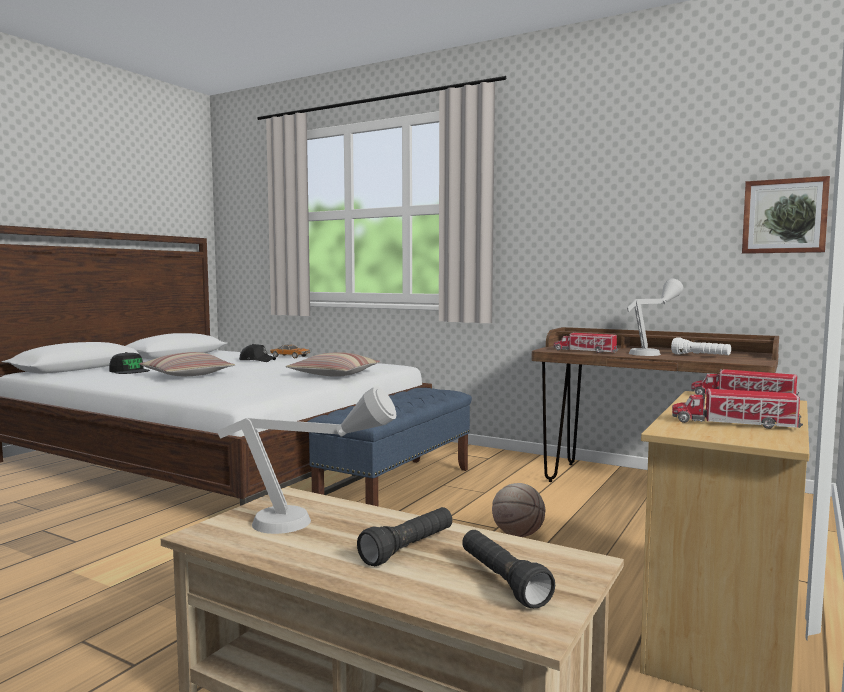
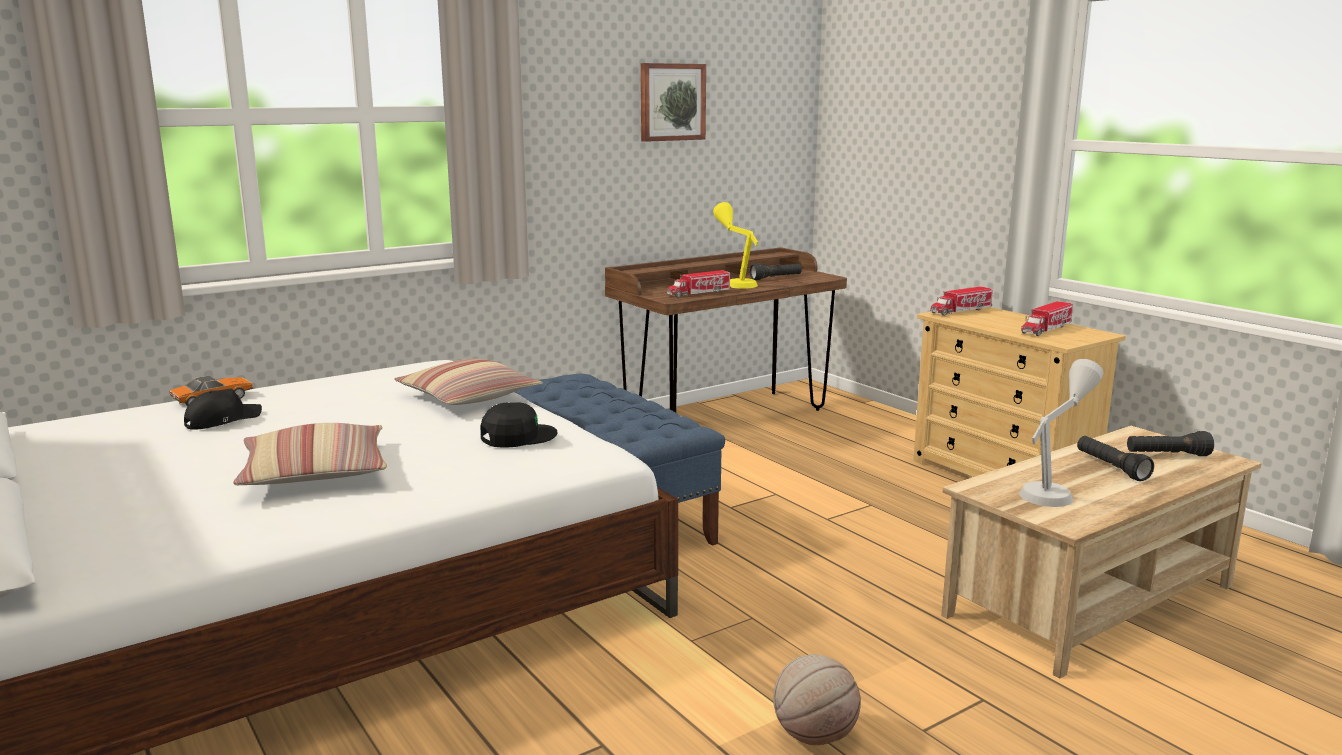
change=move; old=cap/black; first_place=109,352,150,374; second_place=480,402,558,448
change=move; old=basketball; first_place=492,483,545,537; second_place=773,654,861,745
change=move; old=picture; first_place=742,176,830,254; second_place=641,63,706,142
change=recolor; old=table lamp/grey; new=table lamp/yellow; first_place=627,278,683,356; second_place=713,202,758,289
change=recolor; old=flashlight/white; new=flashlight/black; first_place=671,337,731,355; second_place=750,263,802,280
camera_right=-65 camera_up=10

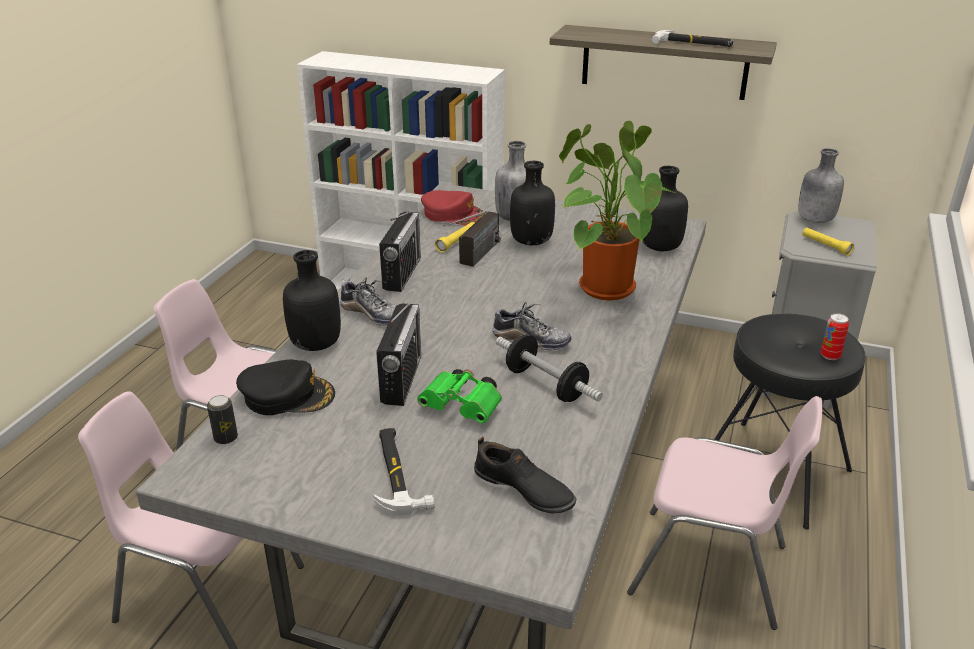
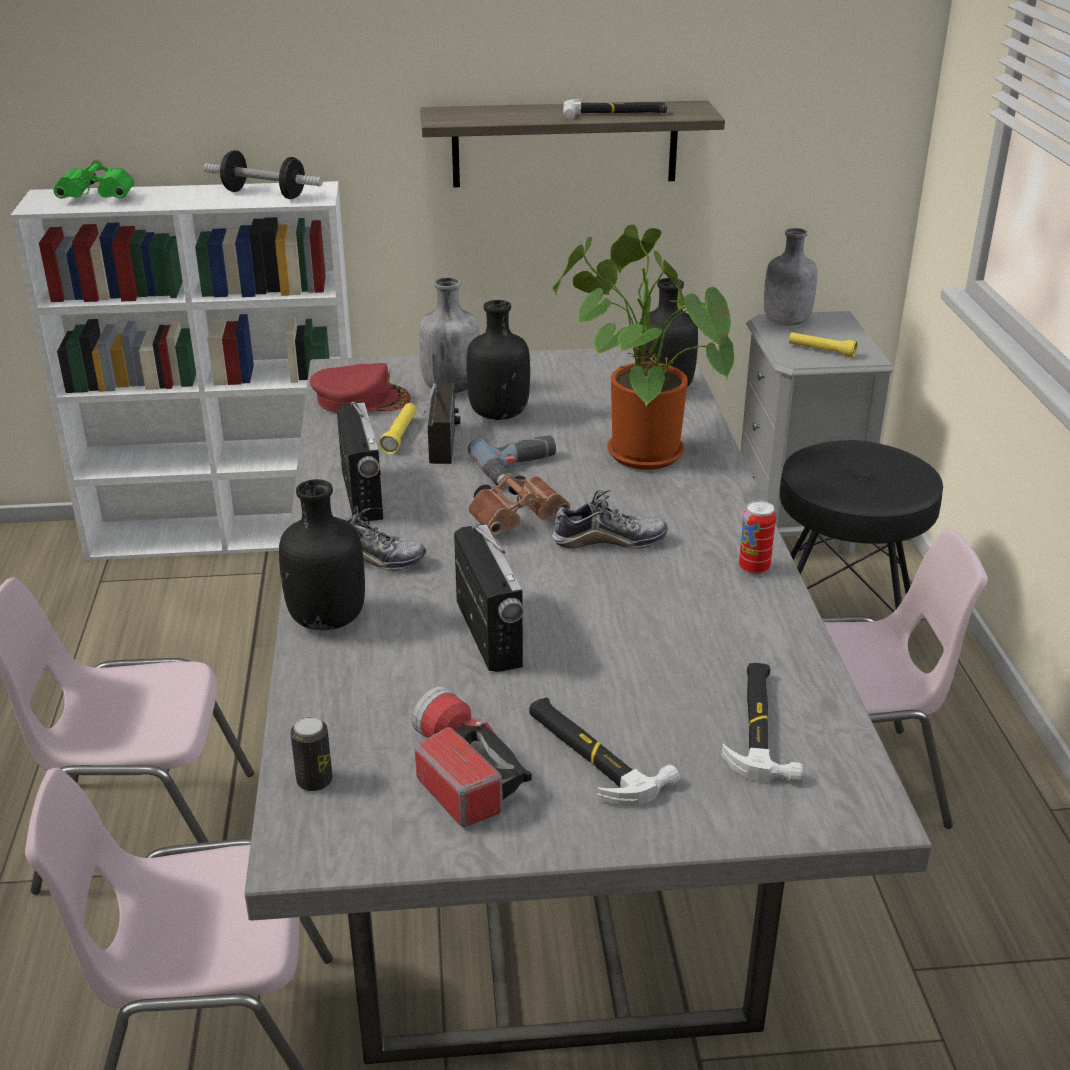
change=delete; old=cap/black; first_place=236,360,335,415
change=insert; new=flashlight; second_place=412,687,532,827
change=insert; new=power drill; second_place=468,435,556,486
change=insert; new=binoculars/brown; second_place=468,473,570,536
change=move; old=binoculars/green; first_place=417,369,502,423; second_place=54,160,134,199
change=move; old=dumbbell; first_place=496,334,603,402; second_place=204,150,323,199
change=move; old=can; first_place=821,313,849,360; second_place=739,501,776,575
change=replace; old=shoe/black; new=hammer; first_place=474,437,576,513; second_place=721,663,803,783
camera_right=-25 camera_up=0

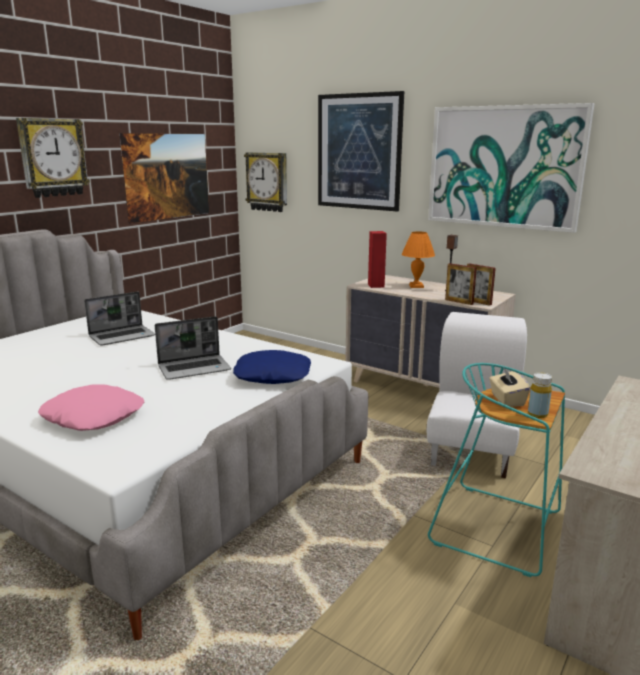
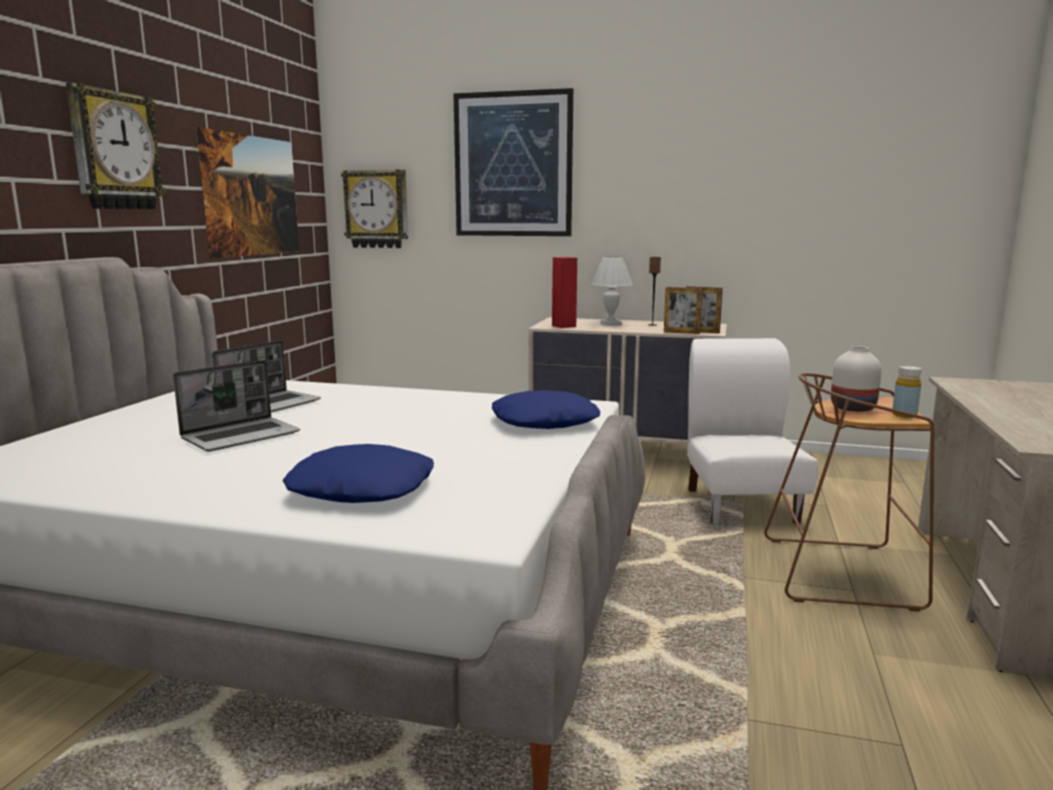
change=delete; old=picture; first_place=428,103,595,233
change=move; old=laptop; first_place=155,316,231,380; second_place=173,360,300,452
change=replace; old=tissue box/beige; new=vase/white; first_place=489,366,530,407; second_place=831,346,882,412
change=recolor; old=pillow/pink; new=pillow/blue; first_place=38,385,144,431; second_place=282,444,434,503
change=recolor; old=table lamp/orange; new=table lamp/white; first_place=402,231,435,288; second_place=592,256,633,326
change=recolor; old=stool/turquoise; new=stool/brown; first_place=428,363,565,577; second_place=764,373,935,612
camera_right=-20 camera_up=-5

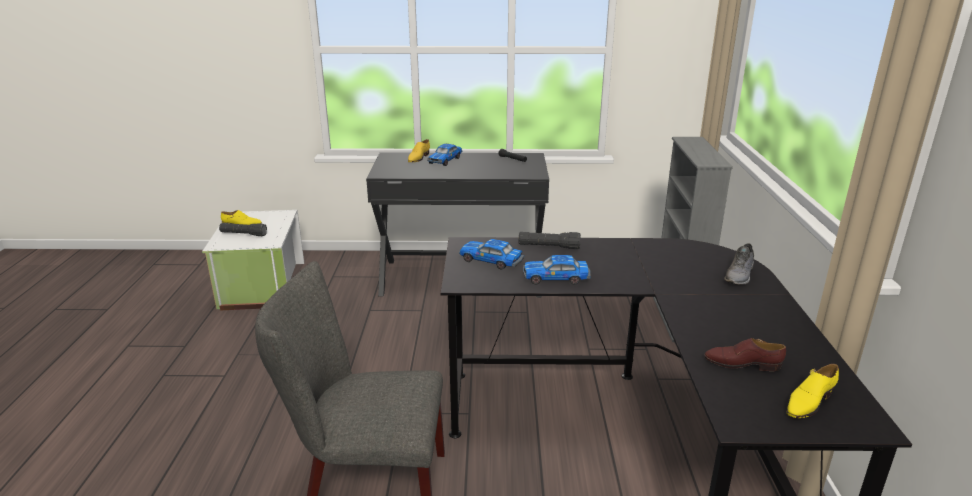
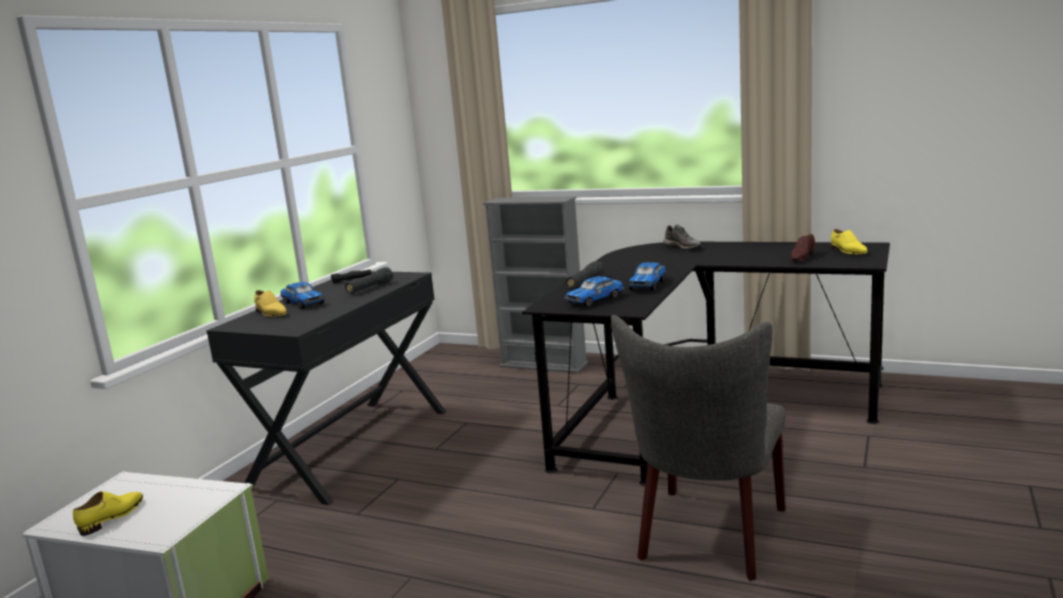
change=move; old=flashlight/black; first_place=219,223,267,236; second_place=345,267,393,294
camera_right=-65 camera_up=-10

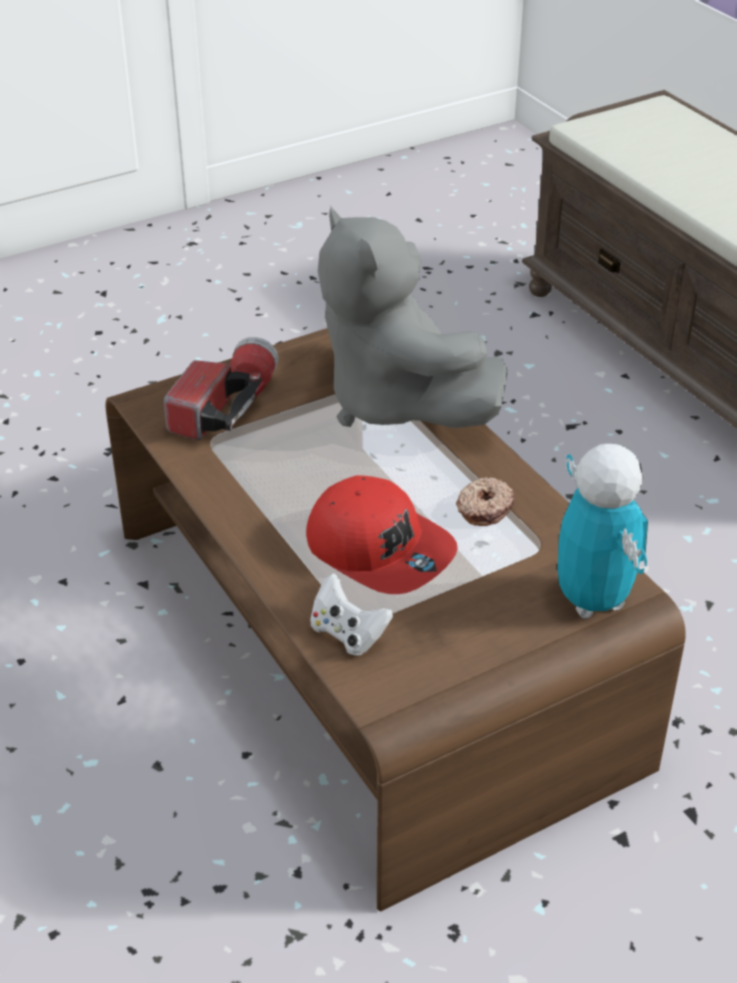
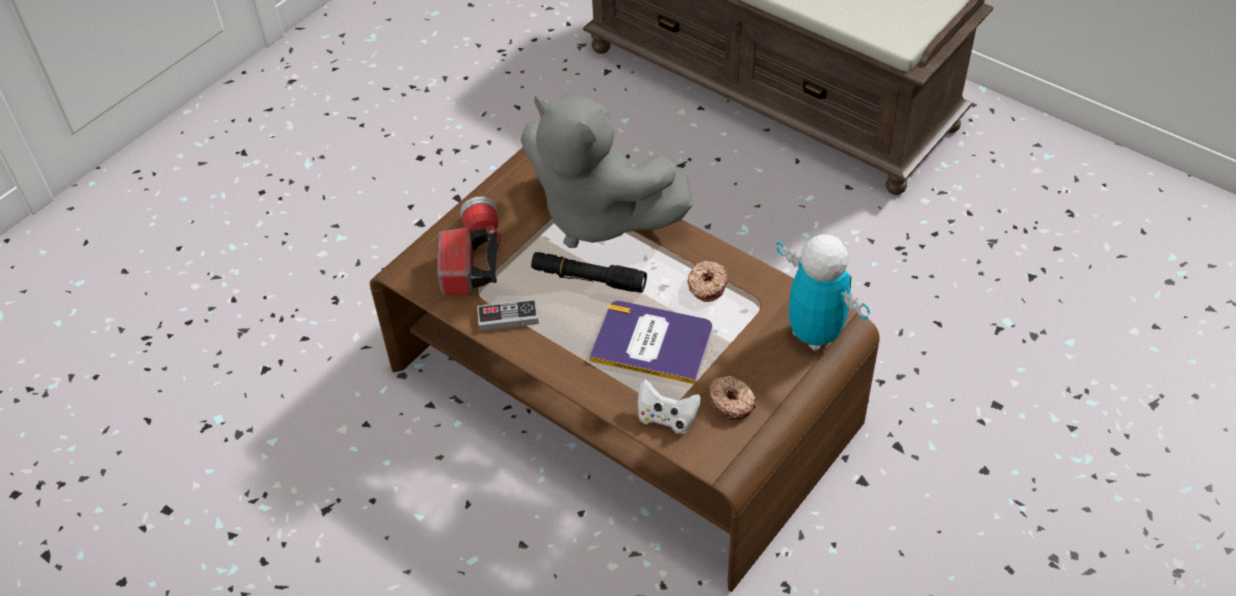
change=insert; new=game controller; second_place=477,299,539,331
change=insert; new=flashlight/black; second_place=531,252,647,293
change=insert; new=donut; second_place=709,376,756,420
change=replace; old=cap/red; new=book; first_place=306,475,458,594; second_place=589,301,712,384
camera_right=-20 camera_up=10

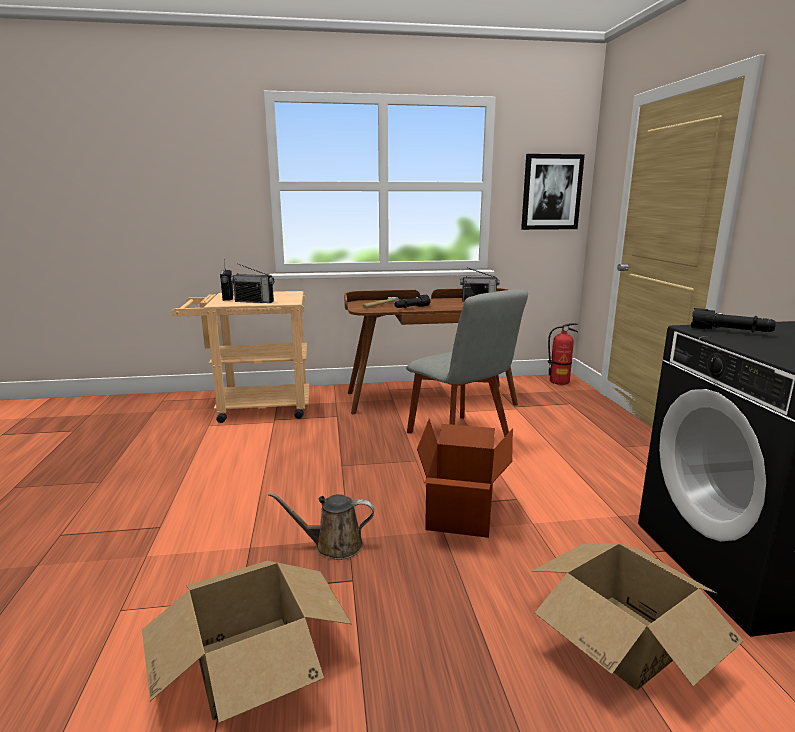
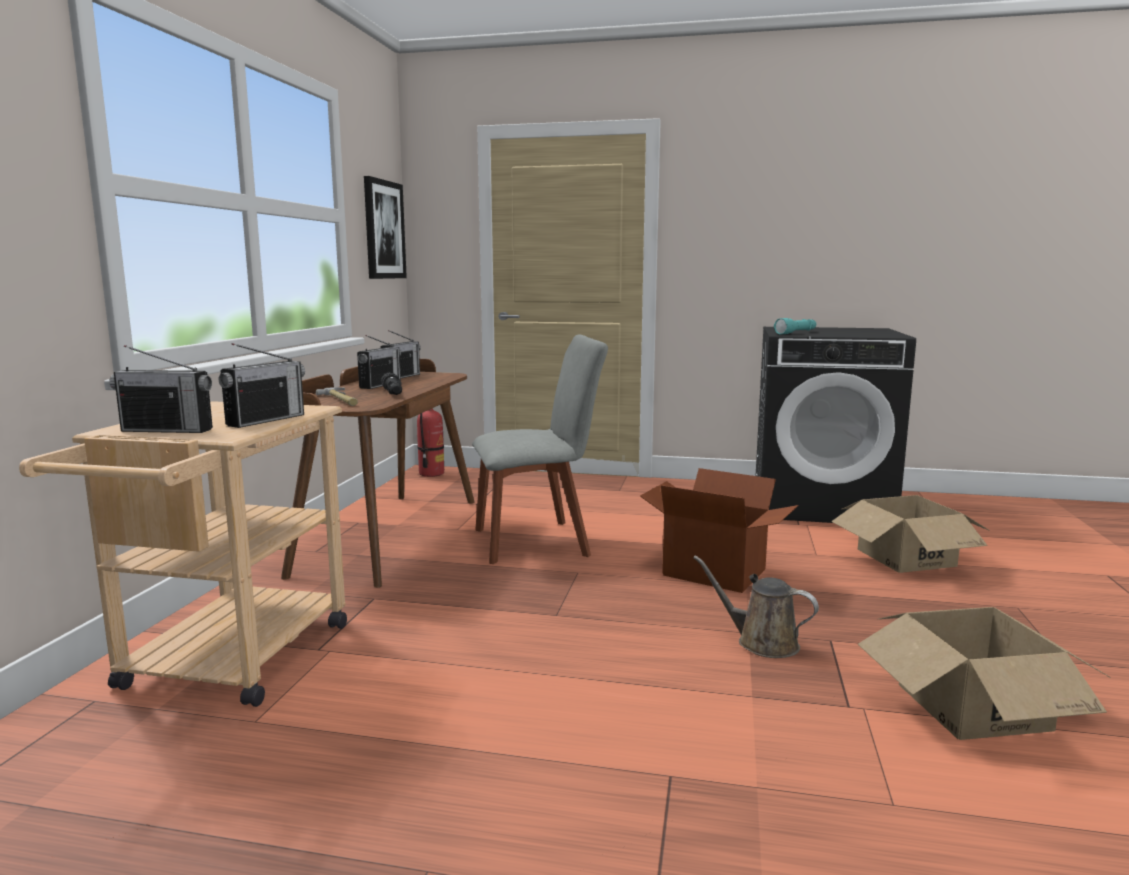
change=insert; new=radio; second_place=357,335,401,389
change=recolor; old=flashlight/black; new=flashlight/turquoise; first_place=691,308,776,332; second_place=774,318,816,335
change=rotate; old=watering can/brown; first_place=268,492,374,560; second_place=693,556,819,658; degrees=105
camera_right=-70 camera_up=-5

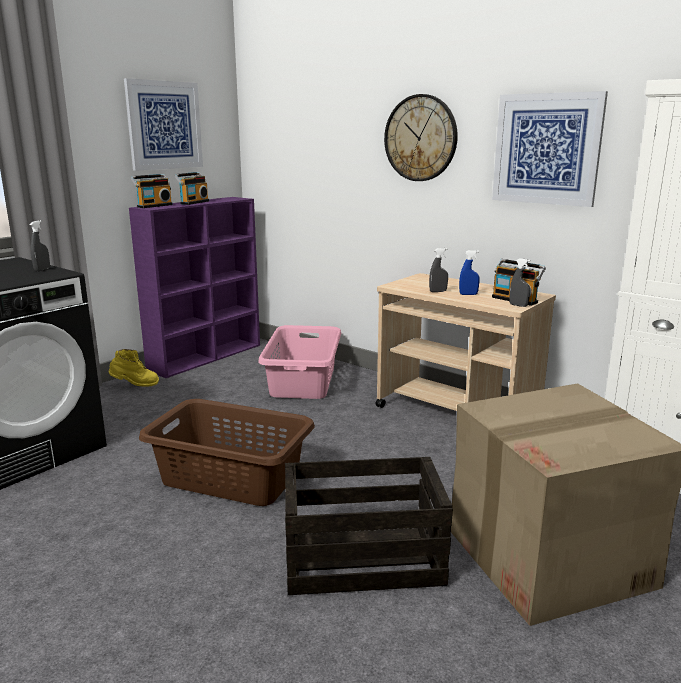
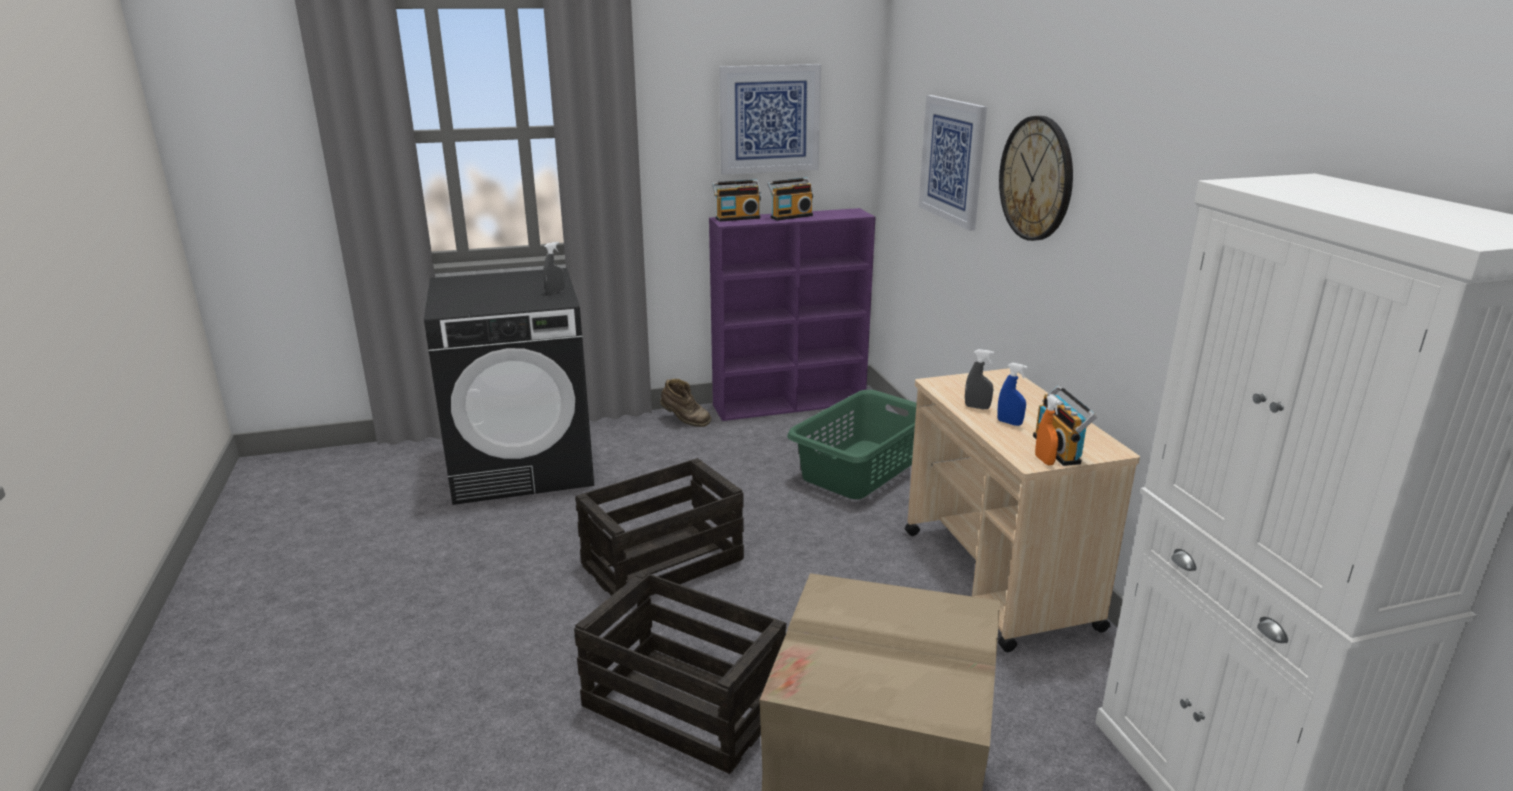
change=move; old=picture; first_place=492,91,608,207; second_place=918,95,987,231
change=replace; old=laundry basket/brown; new=crate; first_place=139,399,315,506; second_place=575,458,744,596
change=recolor; old=boot/yellow; new=boot/brown; first_place=109,349,159,387; second_place=660,379,711,427
change=recolor; old=laundry basket/pink; new=laundry basket/green; first_place=258,325,341,399; second_place=787,390,917,499
change=recolor; old=spray bottle/grey; new=spray bottle/orange; first_place=510,258,531,307; second_place=1035,395,1061,465
camera_right=35 camera_up=5

